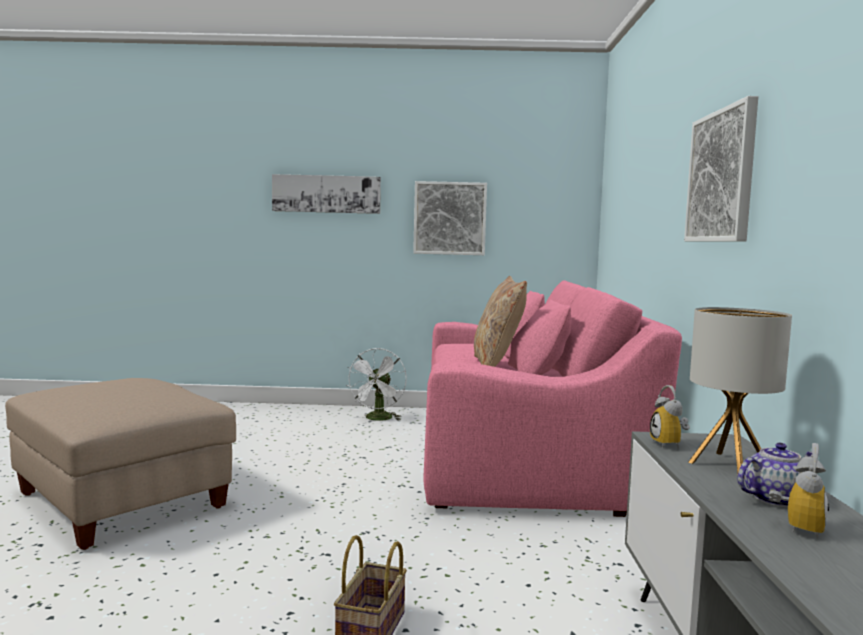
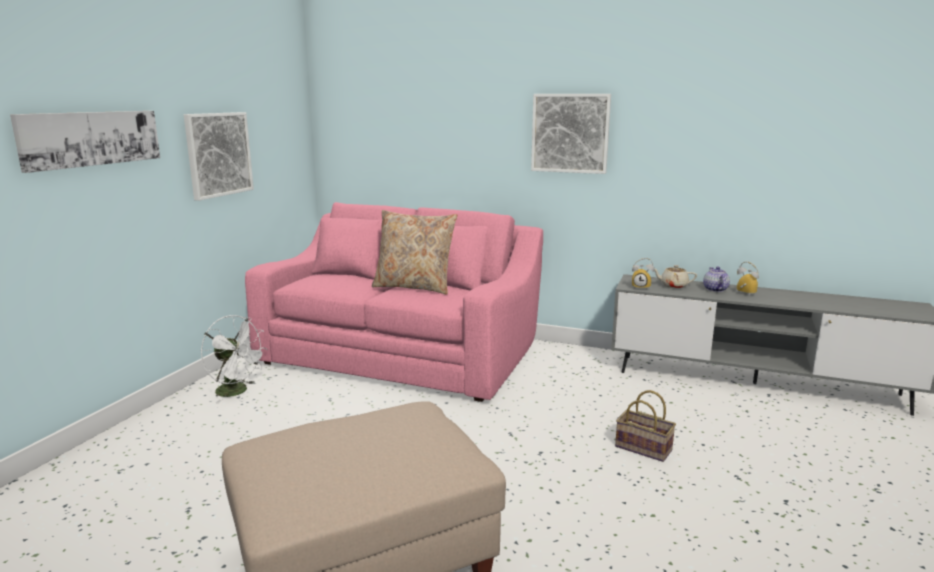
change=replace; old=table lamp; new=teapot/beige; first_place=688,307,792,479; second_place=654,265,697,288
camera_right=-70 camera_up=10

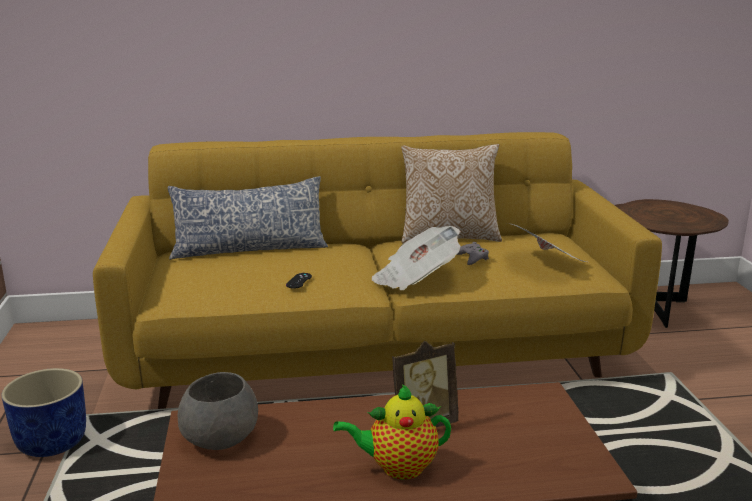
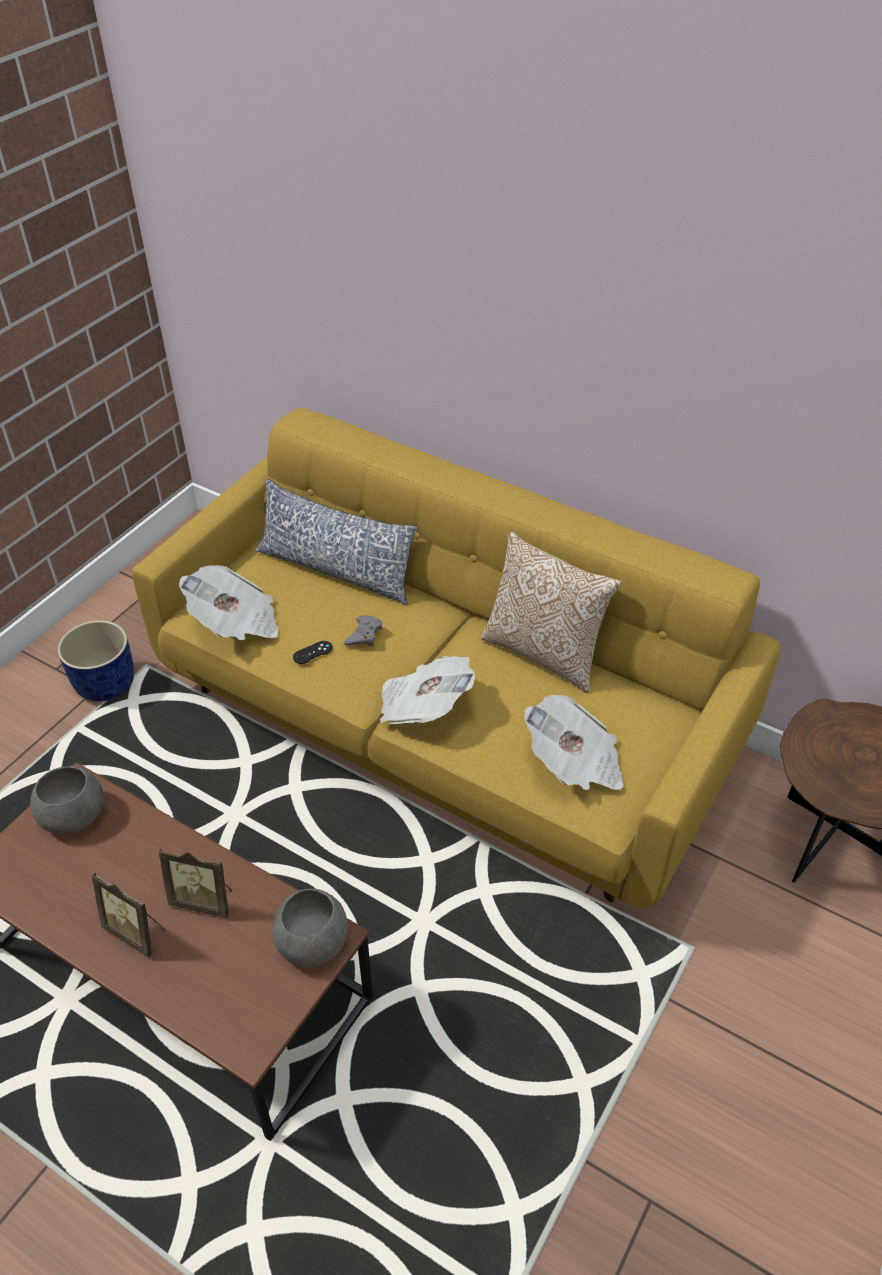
change=insert; new=newspaper; second_place=179,565,279,640
change=insert; new=bowl/grey; second_place=272,889,348,967
change=move; old=game controller/grey; first_place=457,242,489,265; second_place=343,615,383,646
change=replace; old=teapot; new=picture frame; first_place=333,384,451,480; second_place=92,873,165,958
camera_right=40 camera_up=25

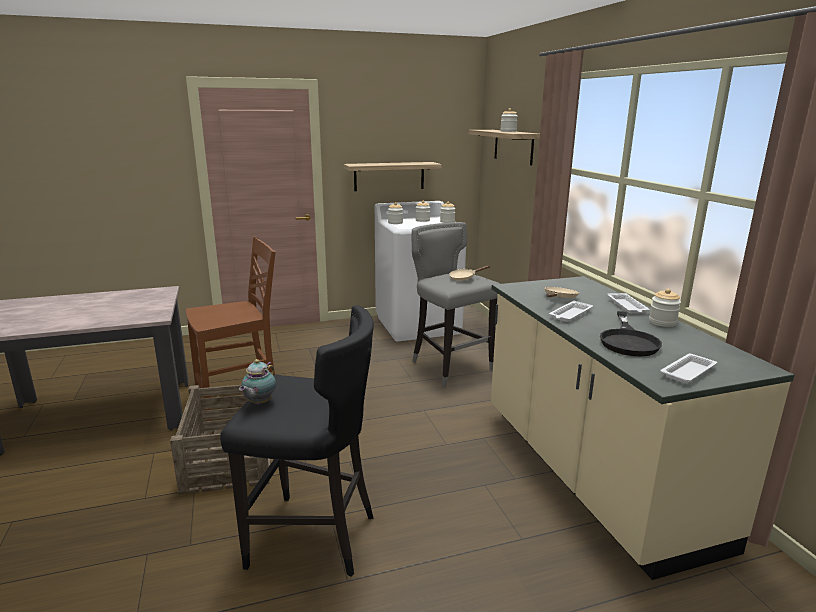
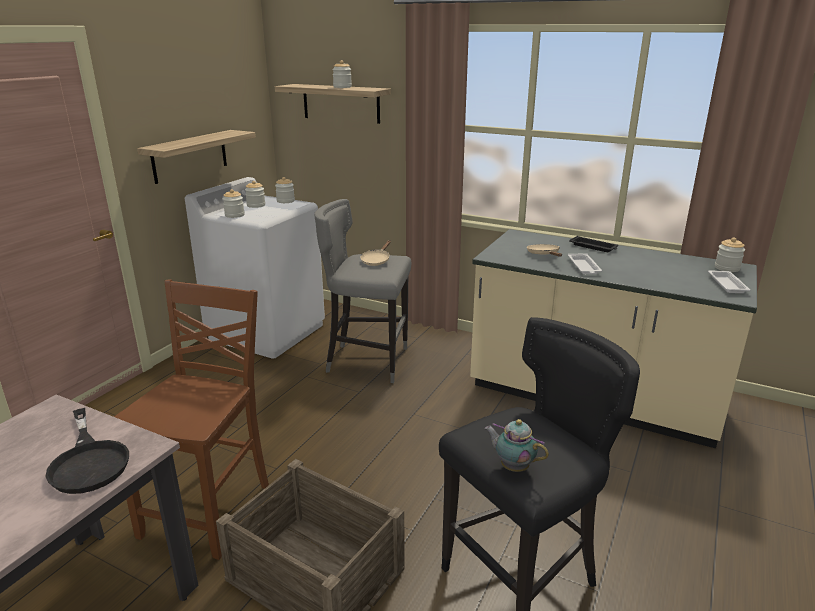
change=move; old=frying pan/black; first_place=600,311,662,356; second_place=45,408,129,494
change=move; old=jar; first_place=649,289,681,327; second_place=715,238,745,272
change=recolor; old=tray/white; new=tray/black; first_place=607,293,650,314; second_place=569,236,618,252
change=rotate; old=teapot; first_place=239,359,276,405; second_place=485,419,549,472; degrees=150
camera_right=-45 camera_up=5

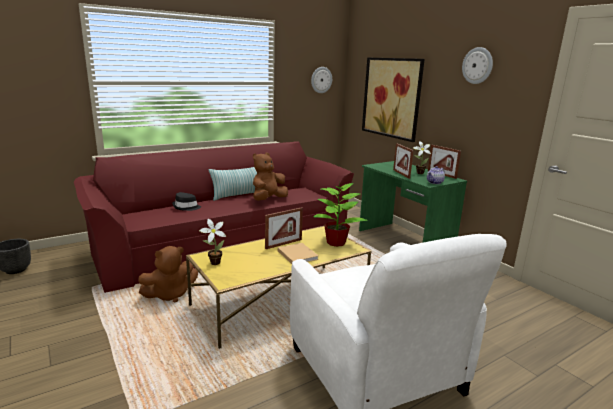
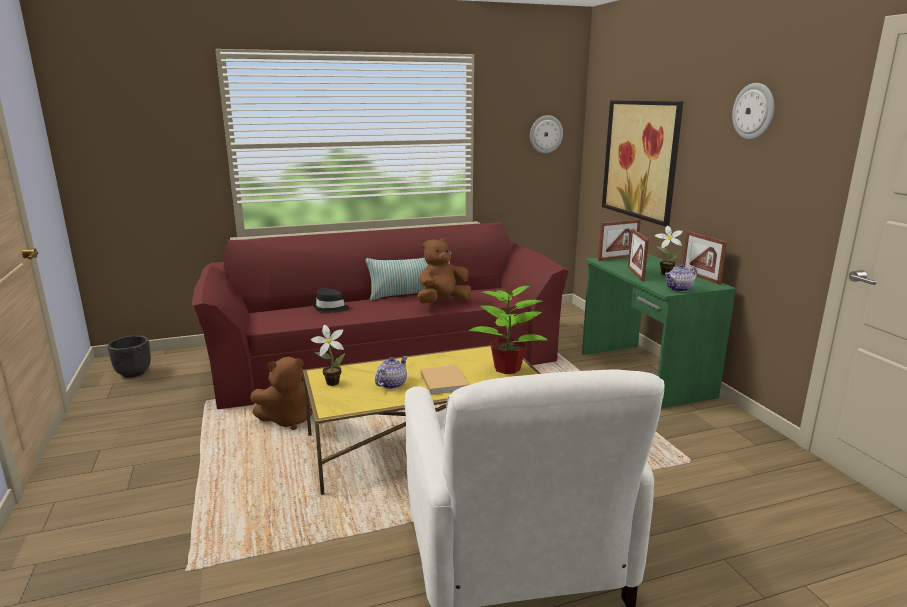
change=insert; new=teapot; second_place=375,356,407,389
change=move; old=picture frame; first_place=265,207,303,249; second_place=598,219,641,261
camera_right=15 camera_up=0

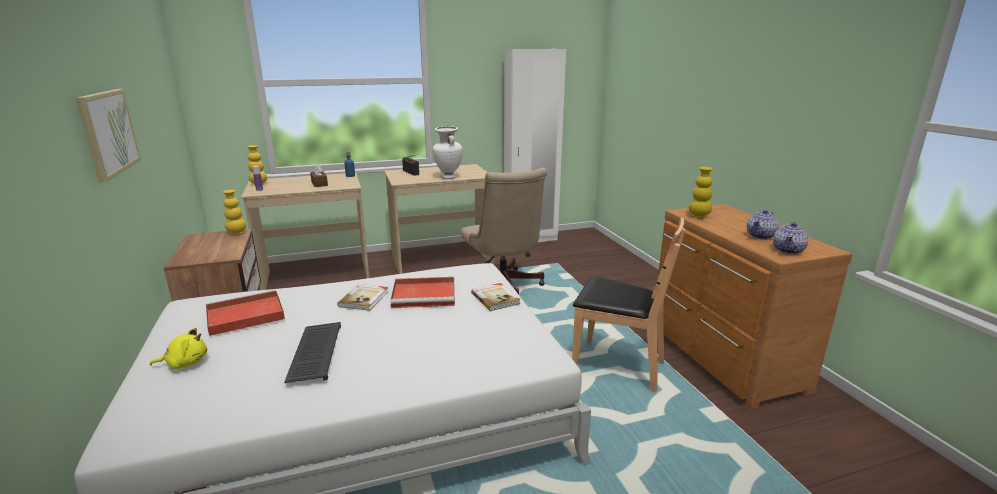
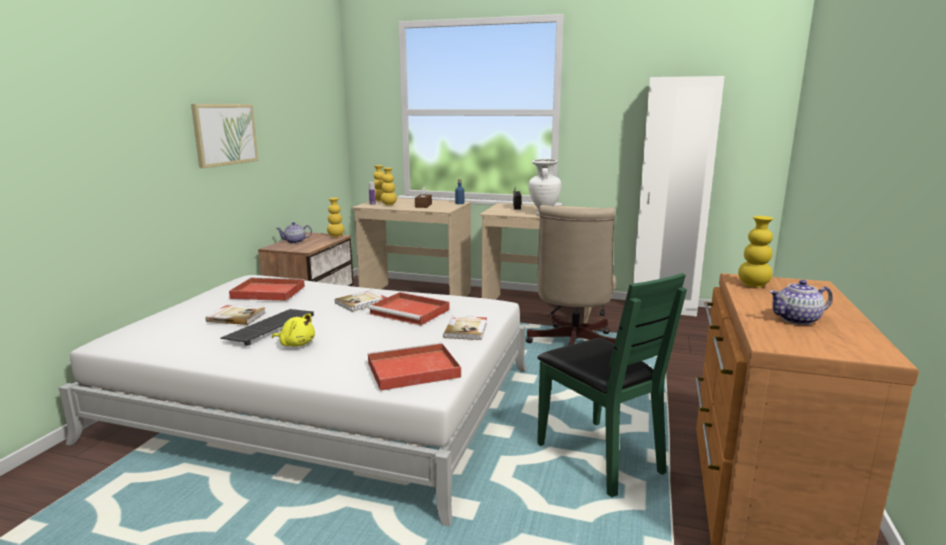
change=insert; new=book; second_place=205,305,266,325
change=insert; new=tray/red; second_place=368,343,461,391
change=insert; new=vase/yellow; second_place=381,168,397,205
change=move; old=plush toy/yellow; first_place=150,328,207,369; second_place=272,313,315,347
change=move; old=teapot; first_place=773,222,808,254; second_place=276,222,312,243
change=recolor; old=chair/brown; new=chair/green; first_place=572,217,685,392; second_place=537,273,687,497
camera_right=35 camera_up=-5

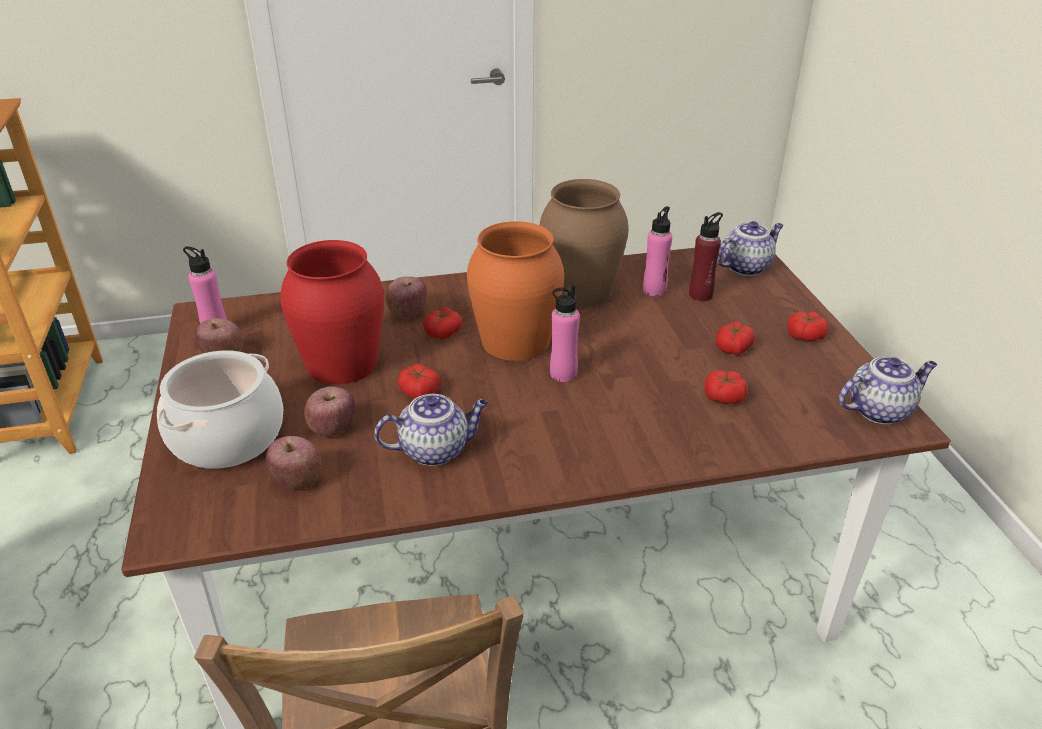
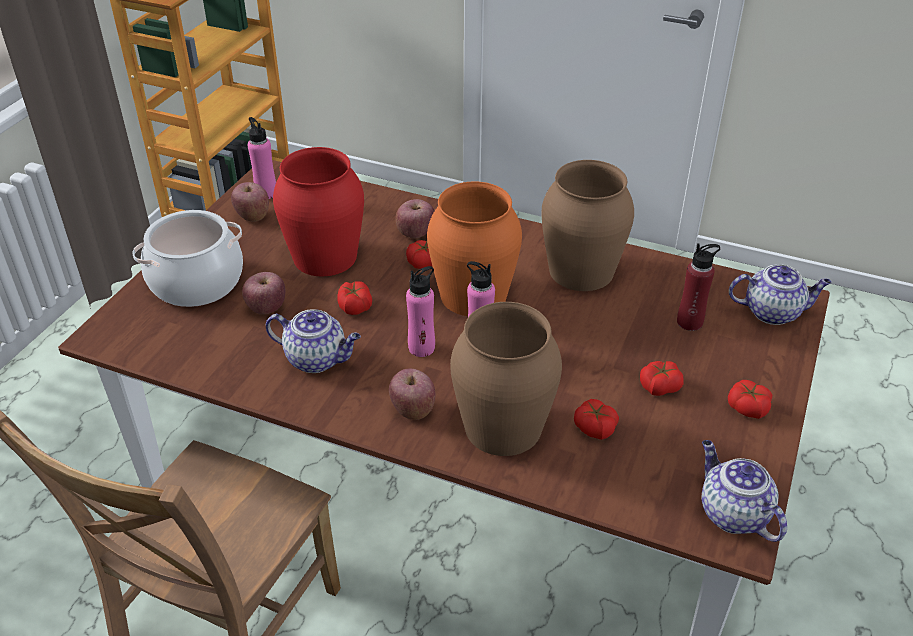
change=insert; new=vase/brown; second_place=450,302,562,456
change=move; old=apple; first_place=266,436,321,490; second_place=389,368,435,420
change=move; old=bottle/pink; first_place=643,206,672,296; second_place=406,266,435,357
change=rotate; old=teapot; first_place=839,356,937,424; second_place=702,440,787,542; degrees=-135
camera_right=35 camera_up=5

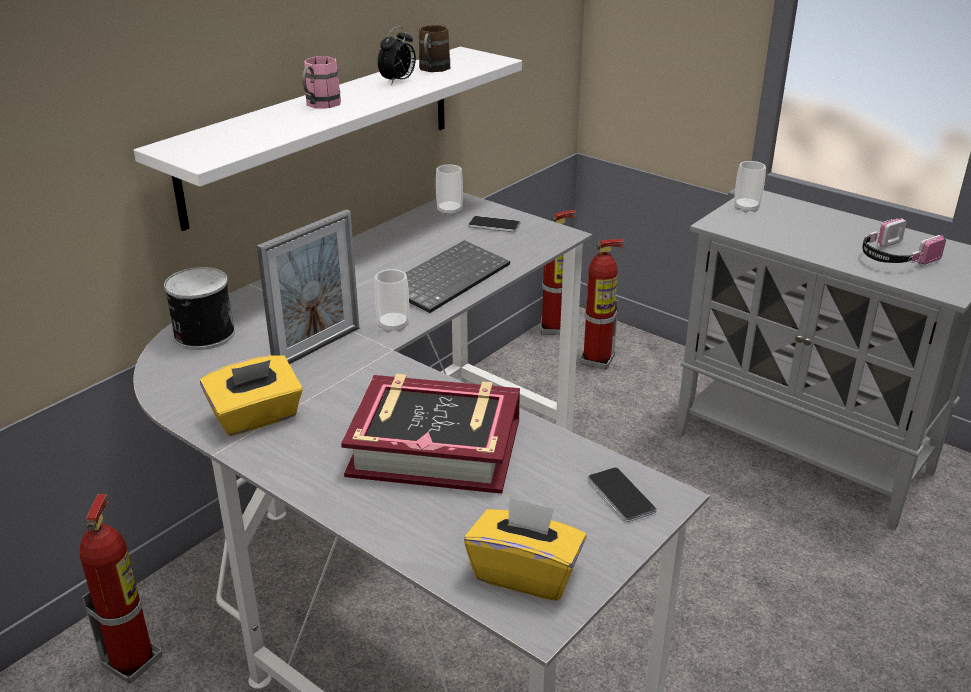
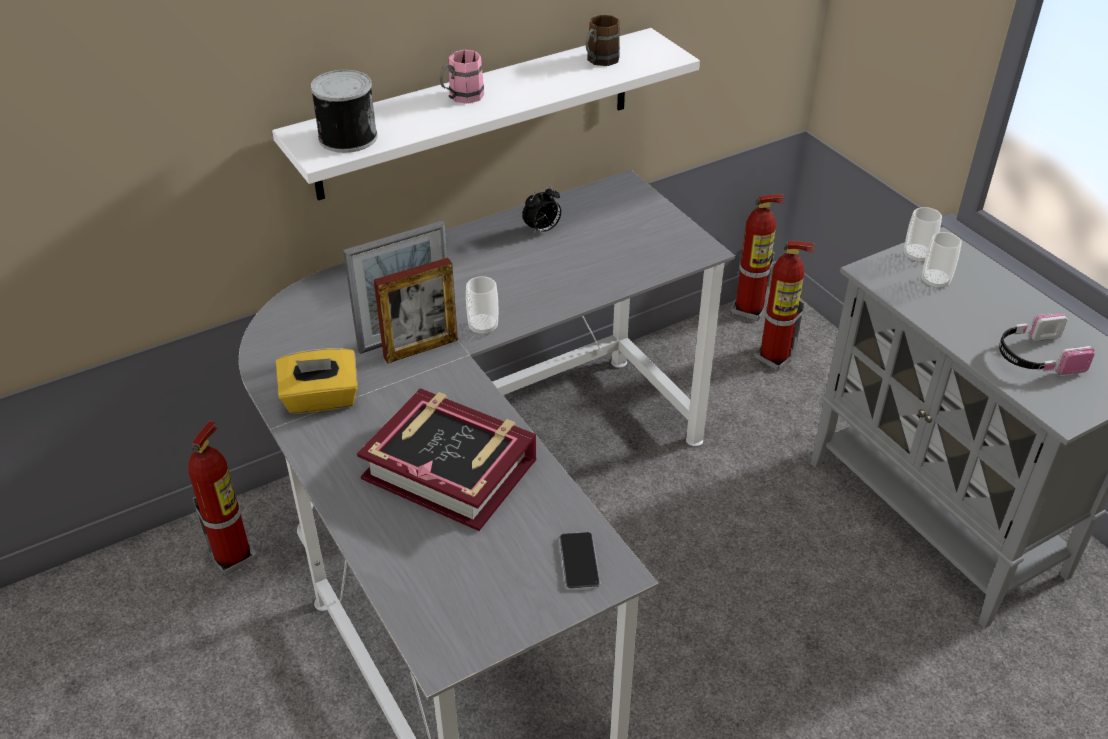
change=delete; old=keyboard; first_place=405,240,510,313
change=delete; old=tissue box/yellow; first_place=464,496,587,601
change=delete; old=phone; first_place=468,216,520,232
change=insert; new=picture frame; second_place=374,258,458,364
change=move; old=can; first_place=164,267,235,350; second_place=310,70,378,153
change=move; old=alarm clock; first_place=378,26,416,85; second_place=522,185,561,235
change=move; old=cup; first_place=436,164,463,216; second_place=922,232,962,290
camera_right=20 camera_up=10

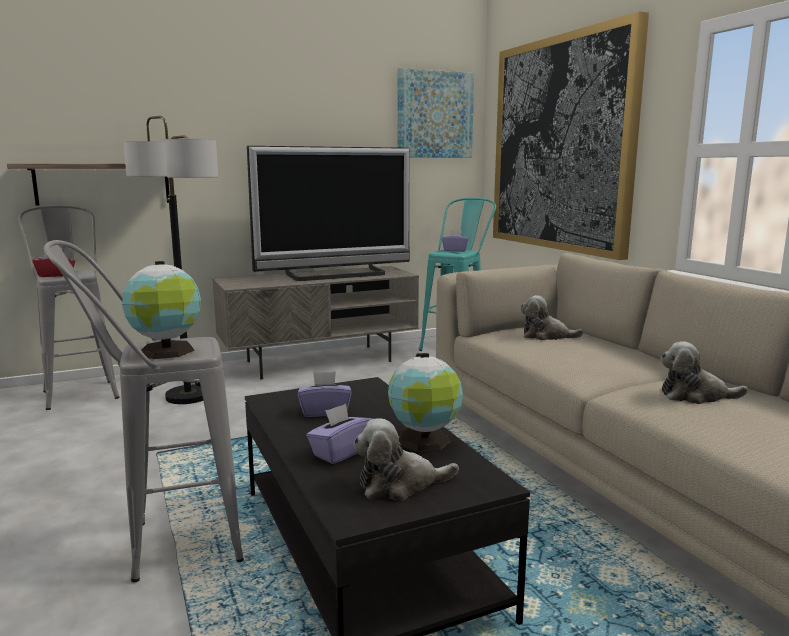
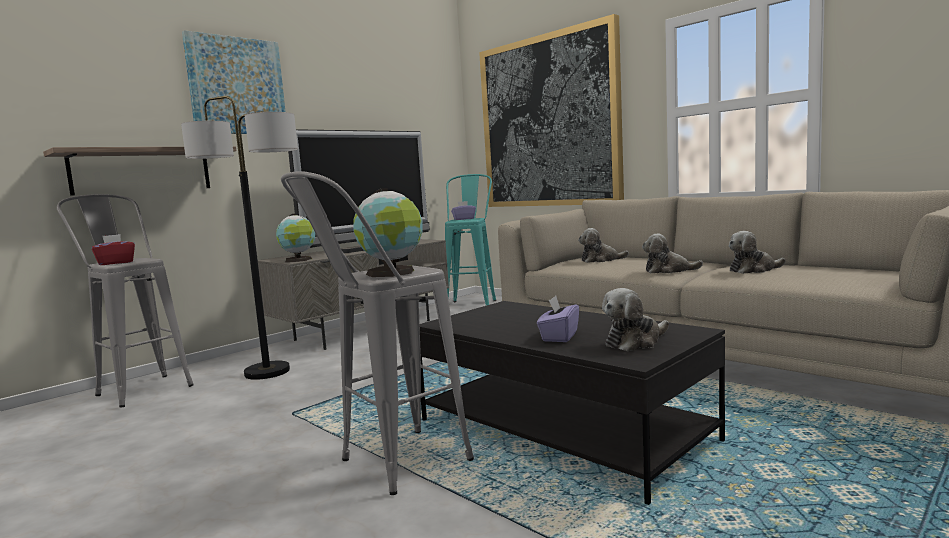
change=delete; old=tissue box/purple; first_place=298,372,352,417
change=insert; new=plush toy; second_place=642,234,703,274
change=move; old=globe; first_place=388,353,463,452; second_place=276,214,315,262
change=move; old=picture; first_place=398,68,474,158; second_place=182,30,286,134
camera_right=-20 camera_up=-5

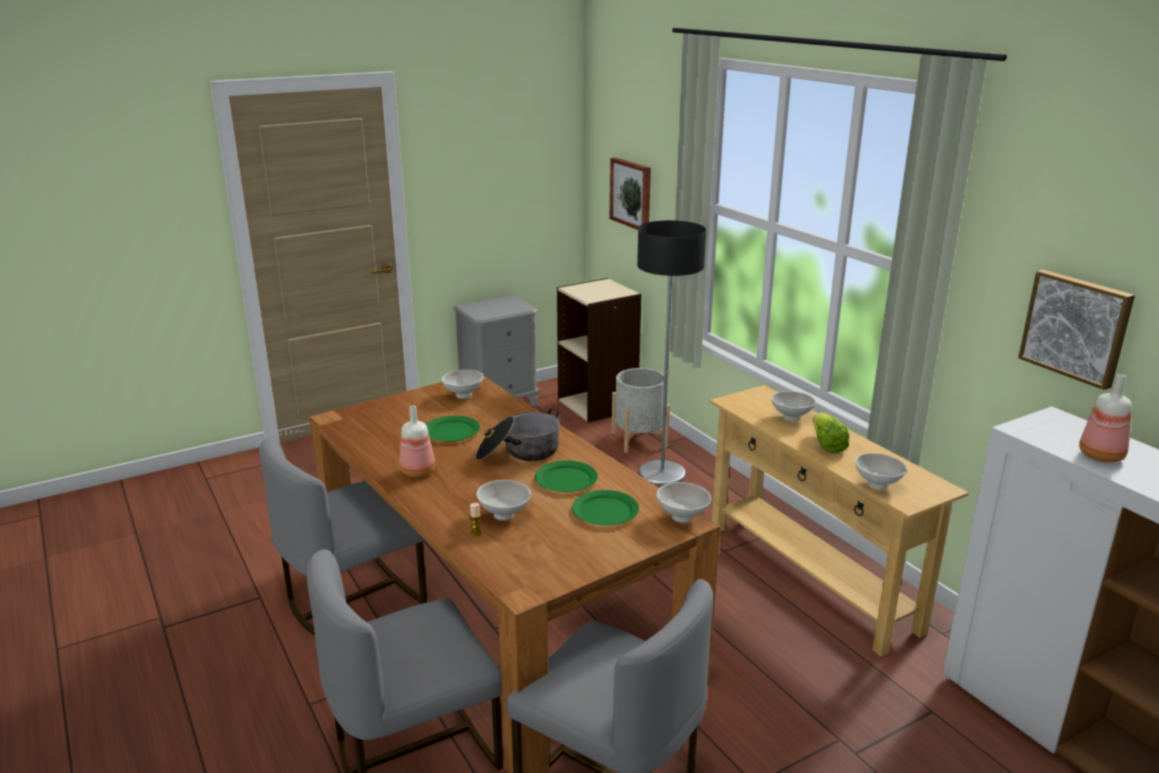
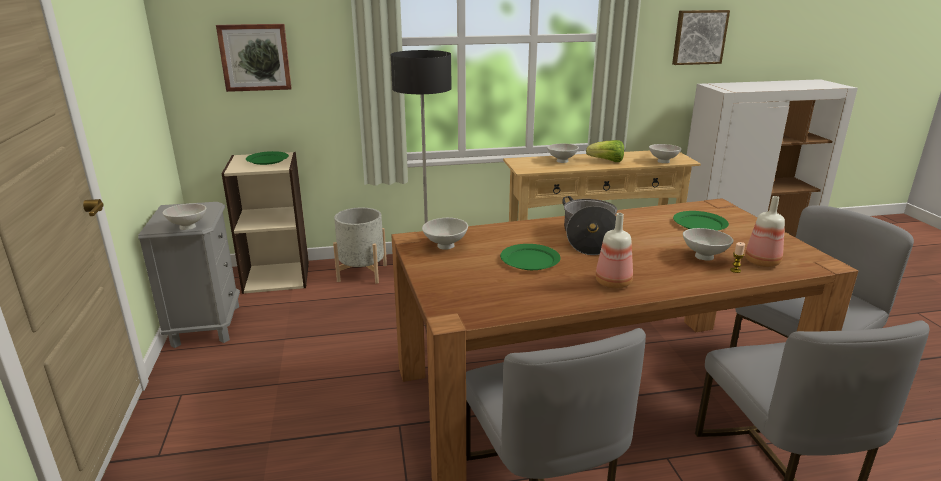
change=move; old=plate/green; first_place=535,461,598,492; second_place=246,151,289,165
change=move; old=bowl/white; first_place=657,482,711,523; second_place=163,204,206,230
change=move; old=bottle; first_place=1079,374,1132,462; second_place=745,196,785,267
camera_right=-70 camera_up=0

